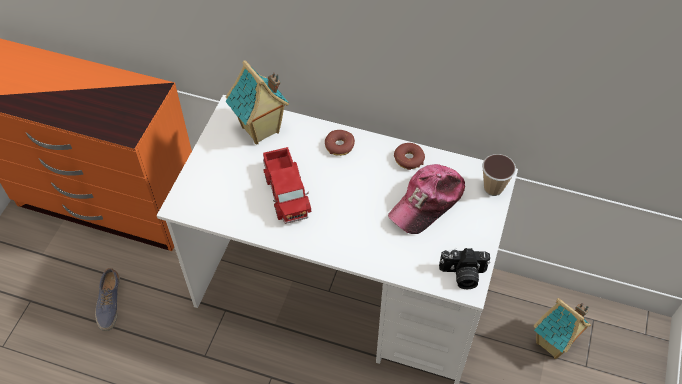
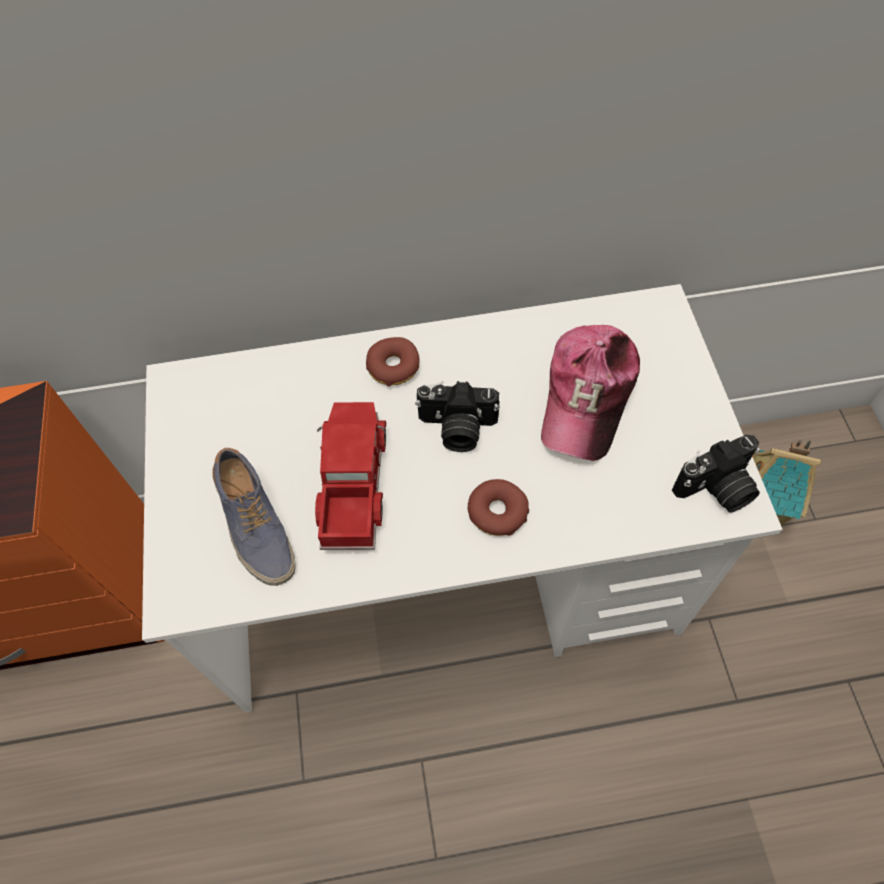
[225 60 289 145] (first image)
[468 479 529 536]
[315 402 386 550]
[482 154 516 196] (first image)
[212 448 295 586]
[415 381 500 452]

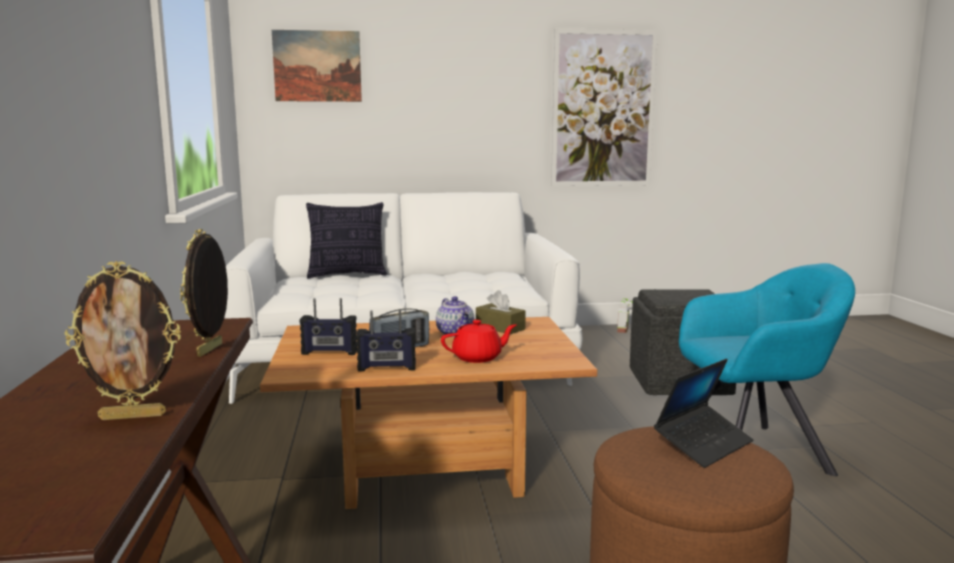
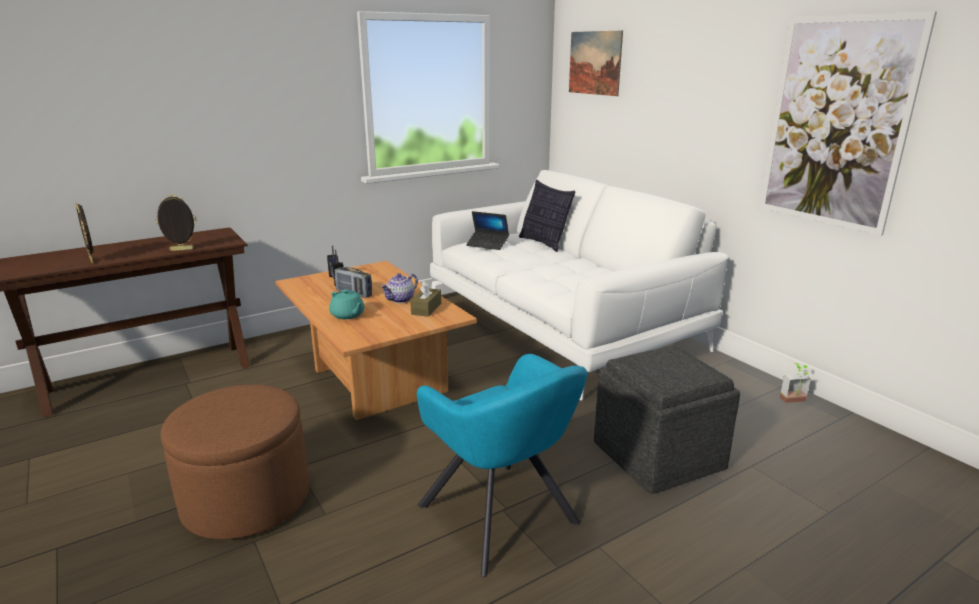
[356 310 416 372] (first image)
[329 289 365 319]
[466 211 509 250]

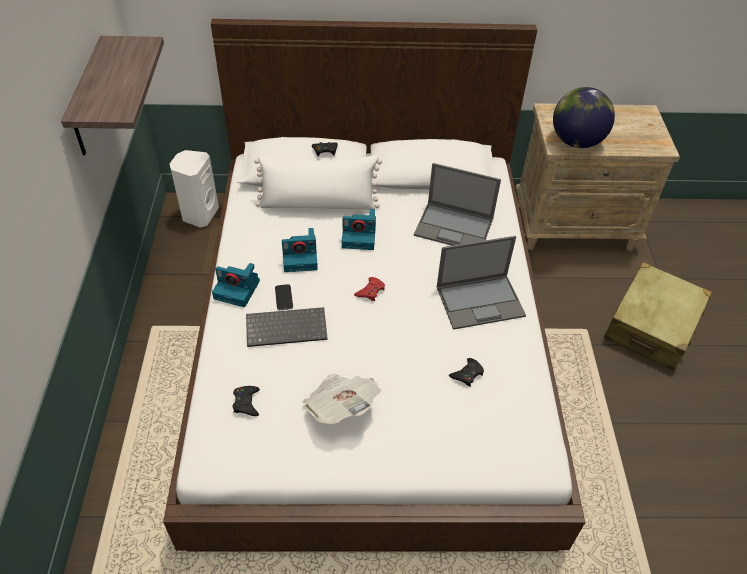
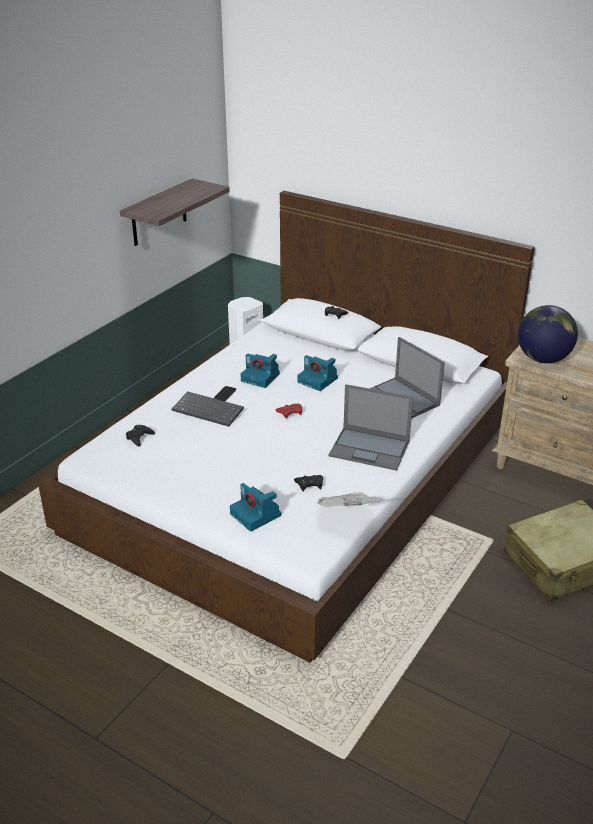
[254 155 382 210] (first image)
[230 483 281 532]
[317 492 384 508]

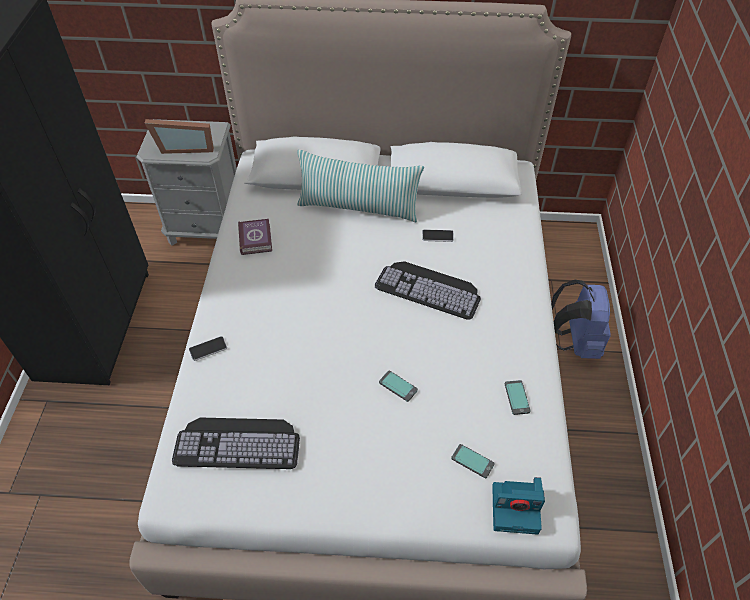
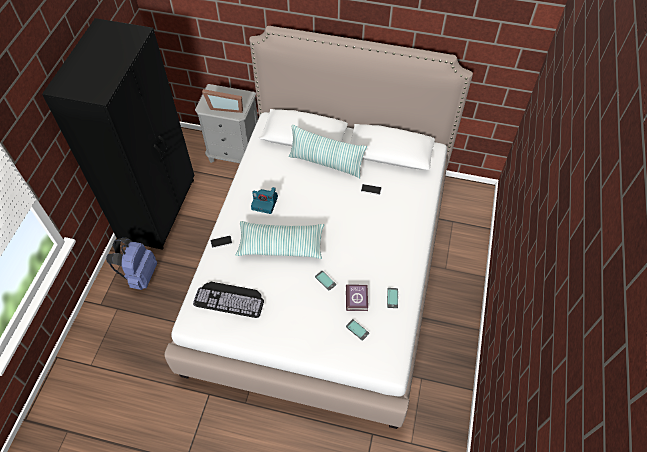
[346 284 368 311]
[375 261 481 320] (first image)
[106 238 157 290]
[251 187 278 214]
[235 221 324 259]

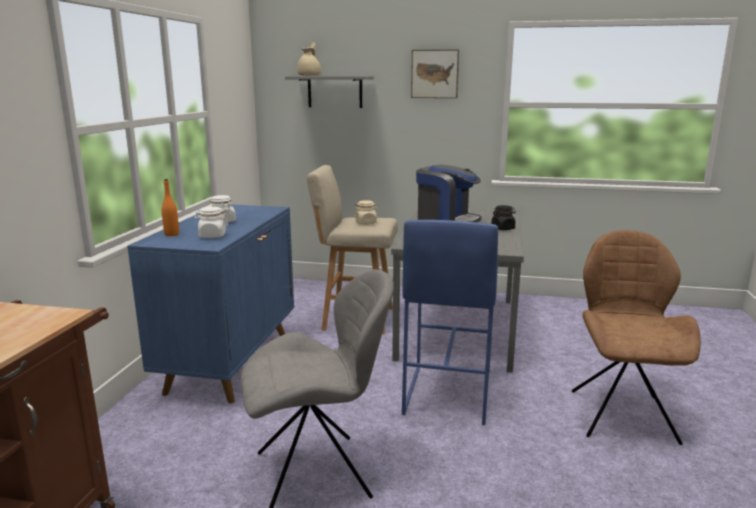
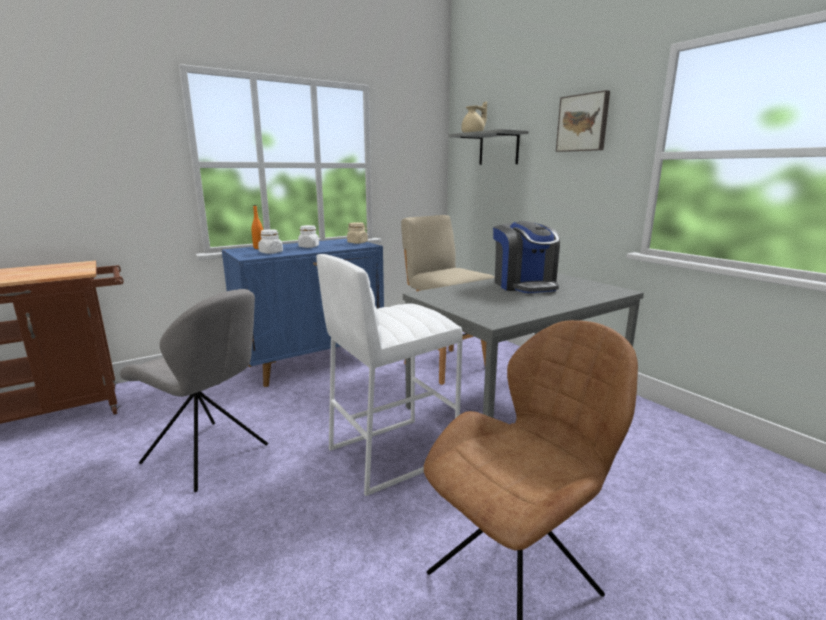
[347 222 368 244]
[491 205 516 230] (first image)
[316 254 463 496]

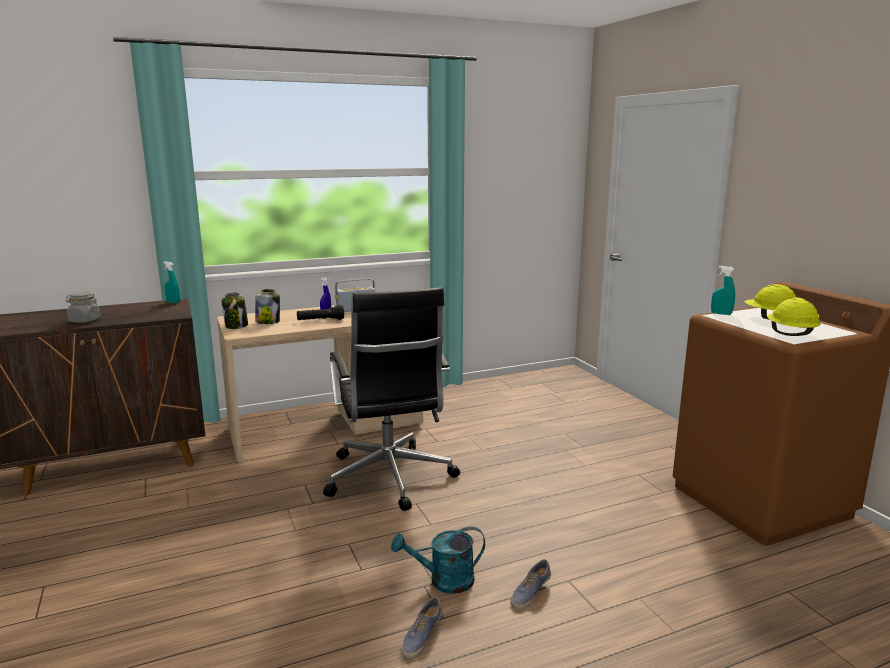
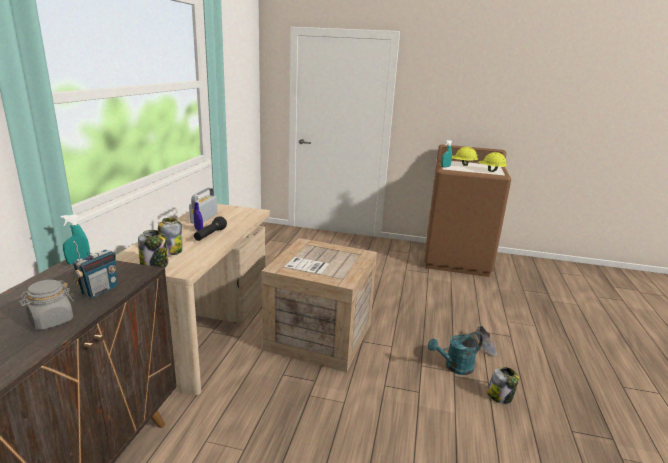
[262 238 377 372]
[428 332 483 375]
[487 367 519 404]
[72 241 117 298]

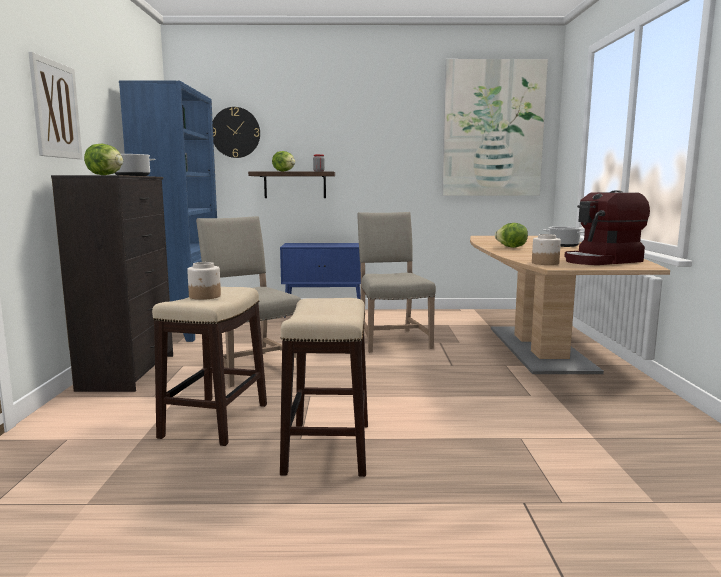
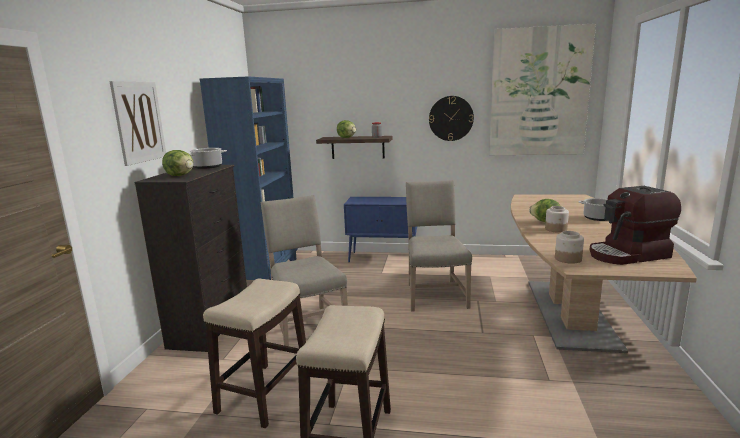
[429 96 474 141]
[545 206 569 233]

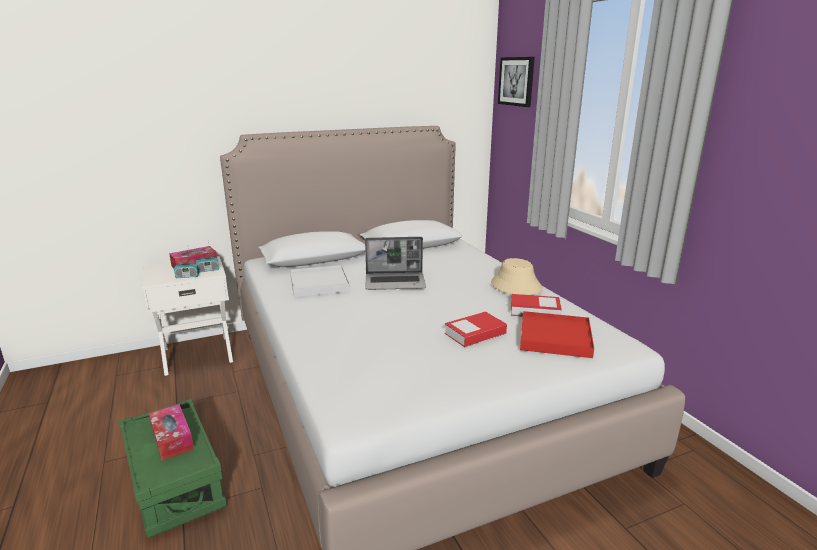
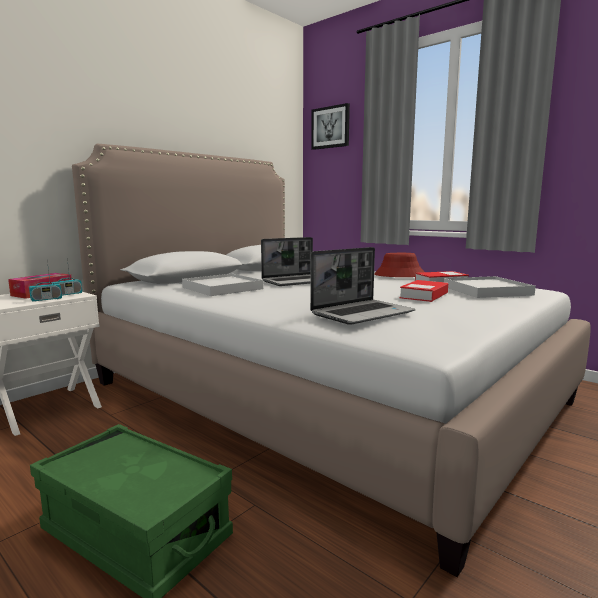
[374 253 424 277]
[444 276 536 298]
[149 404 194 461] (first image)
[310 247 415 325]

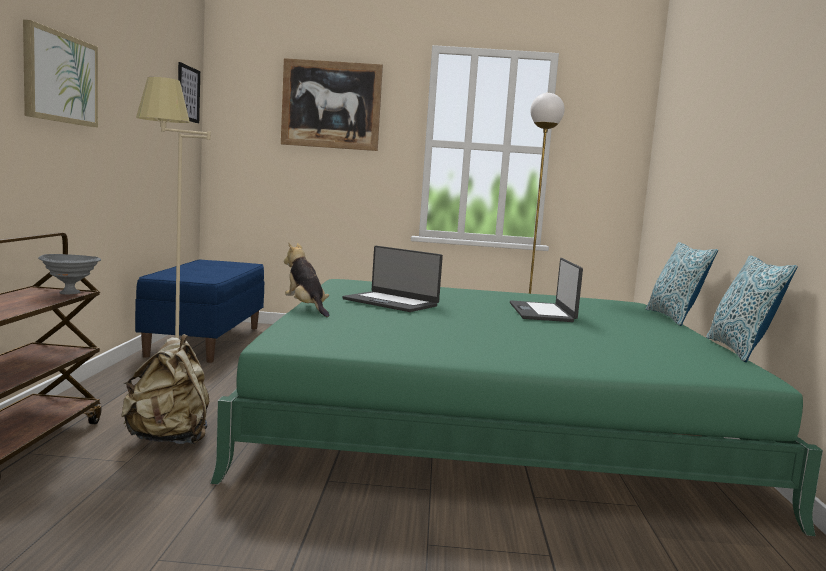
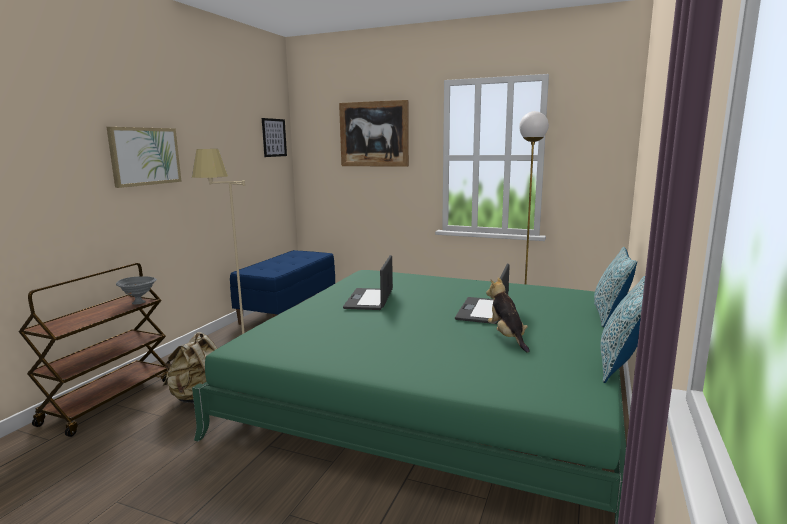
[486 277 530 353]
[343 255 393 310]

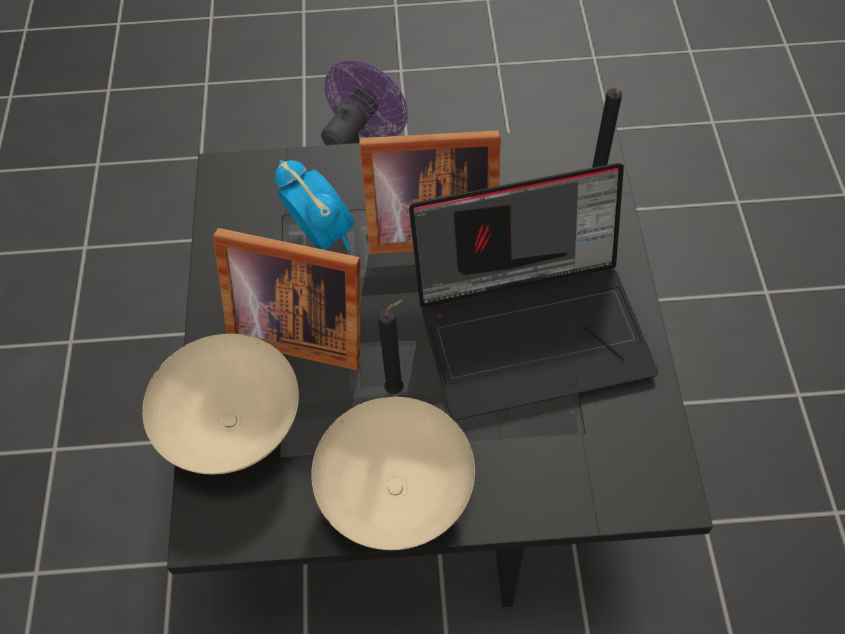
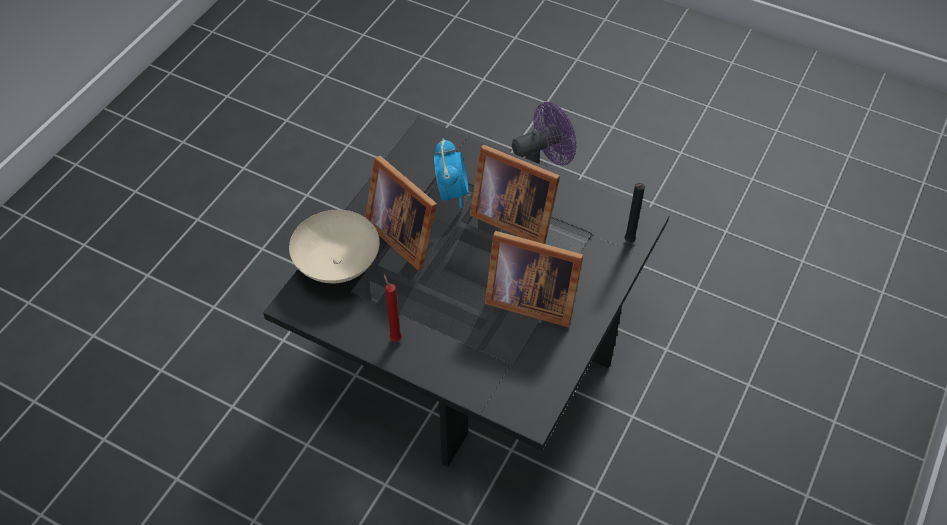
[485 231 583 328]
[378 300 404 394] (first image)
[383 274 402 342]

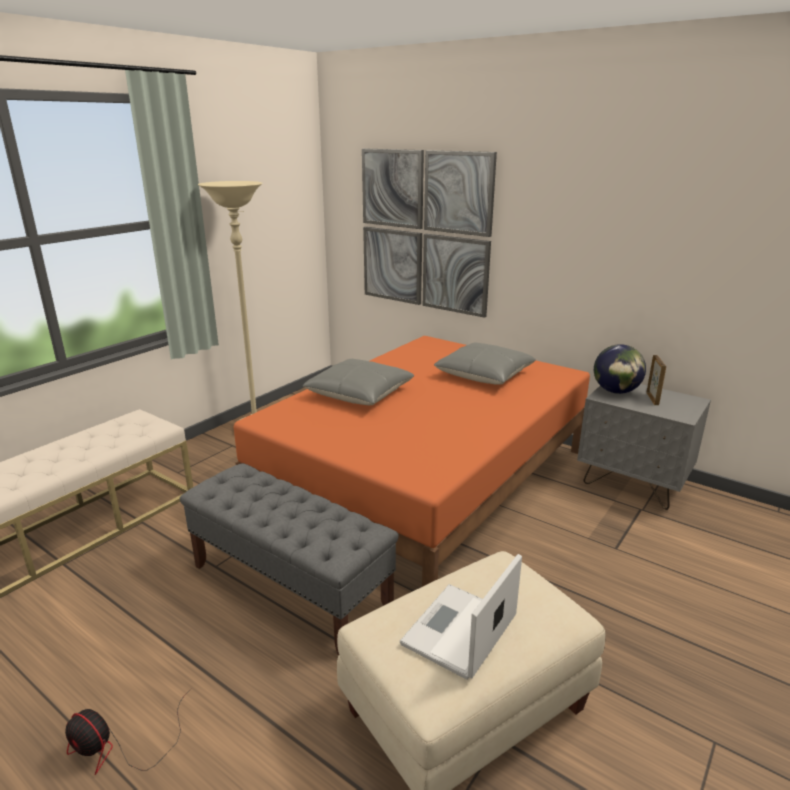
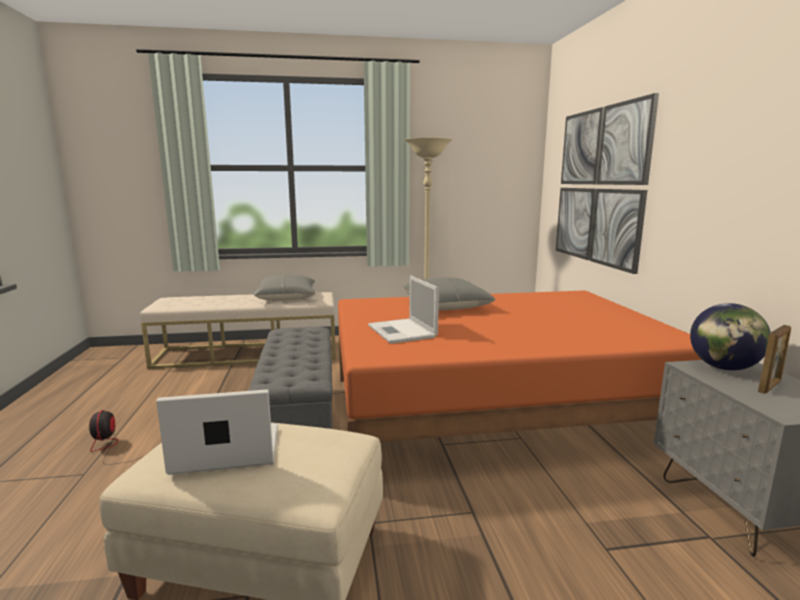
[254 275 315 301]
[368 275 439 344]

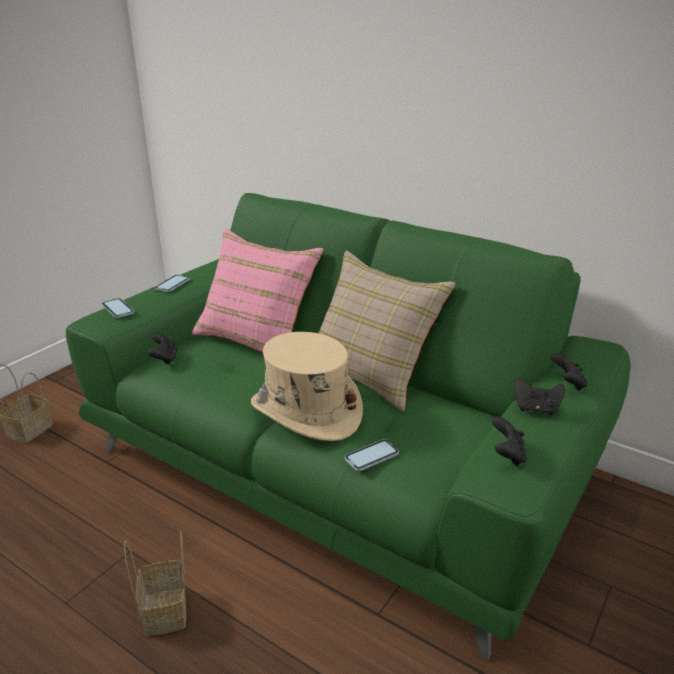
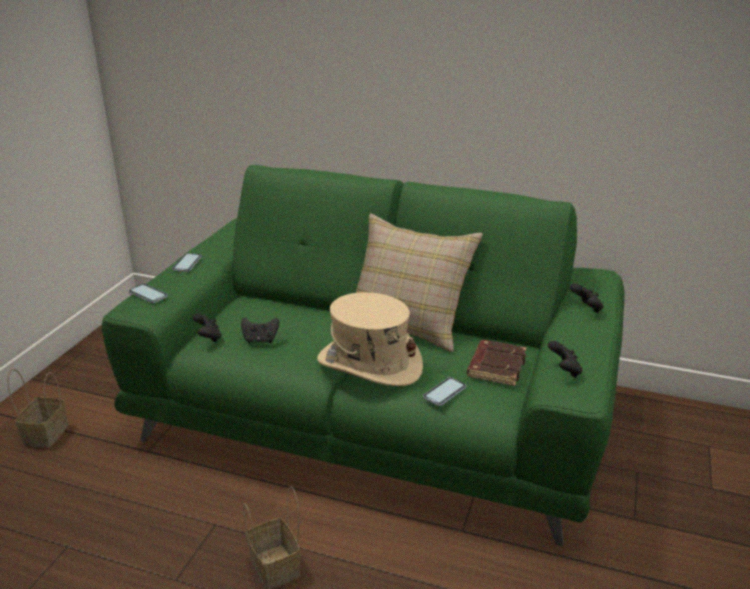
[192 228 324 352] (first image)
[241 318 279 343]
[467 340 527 386]

